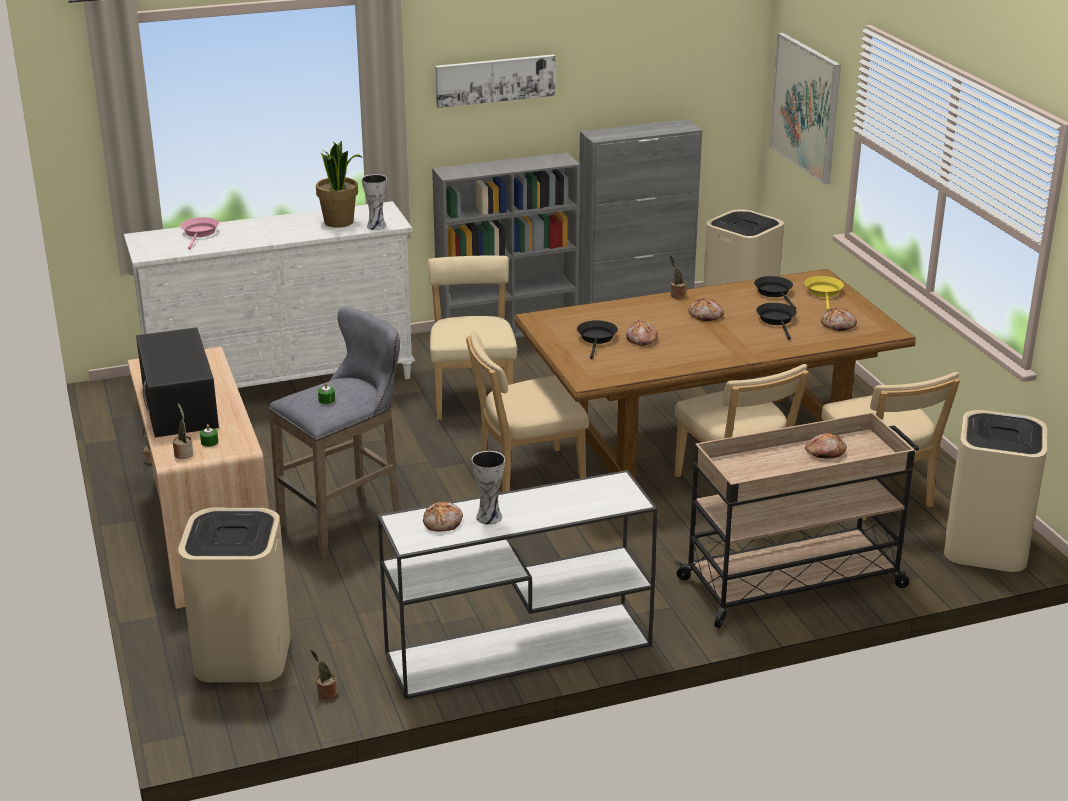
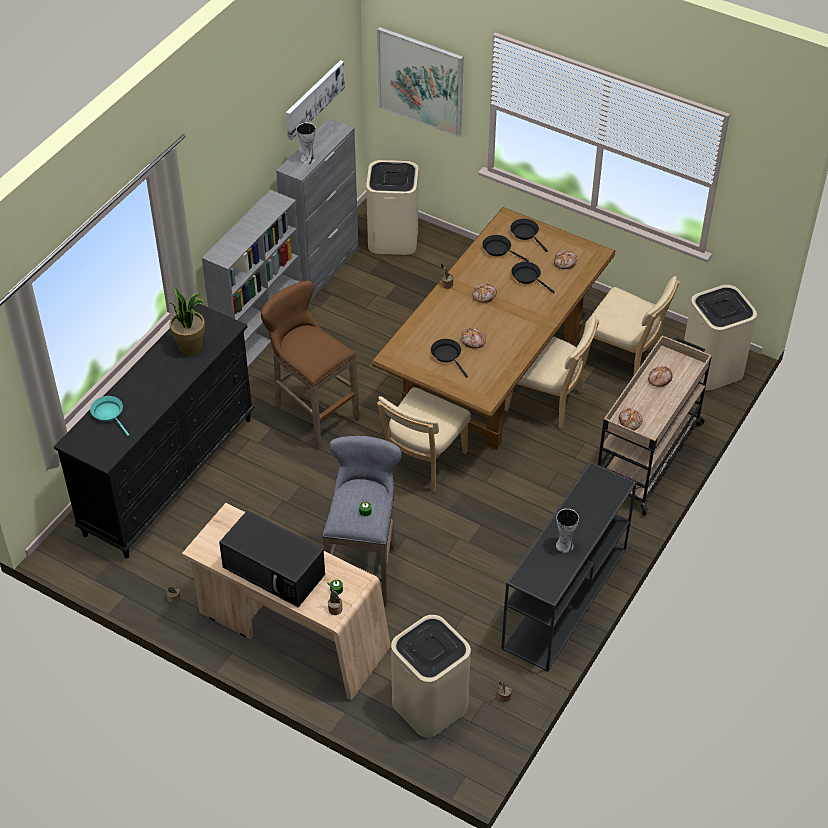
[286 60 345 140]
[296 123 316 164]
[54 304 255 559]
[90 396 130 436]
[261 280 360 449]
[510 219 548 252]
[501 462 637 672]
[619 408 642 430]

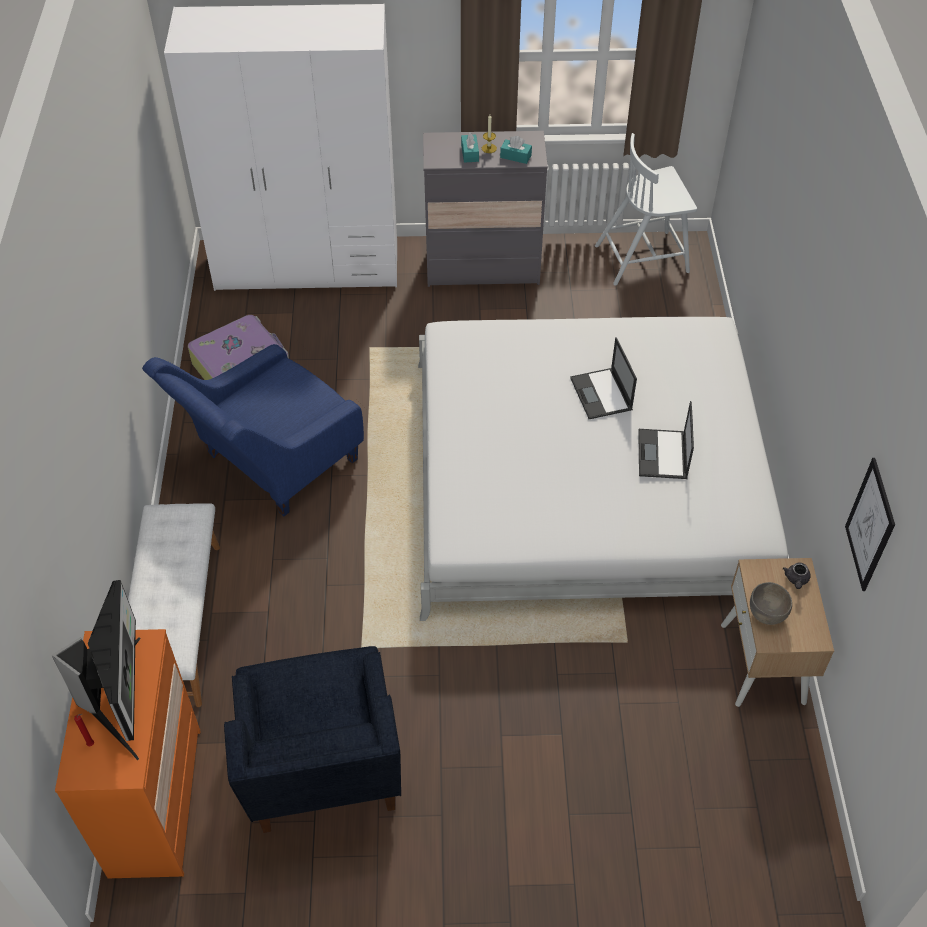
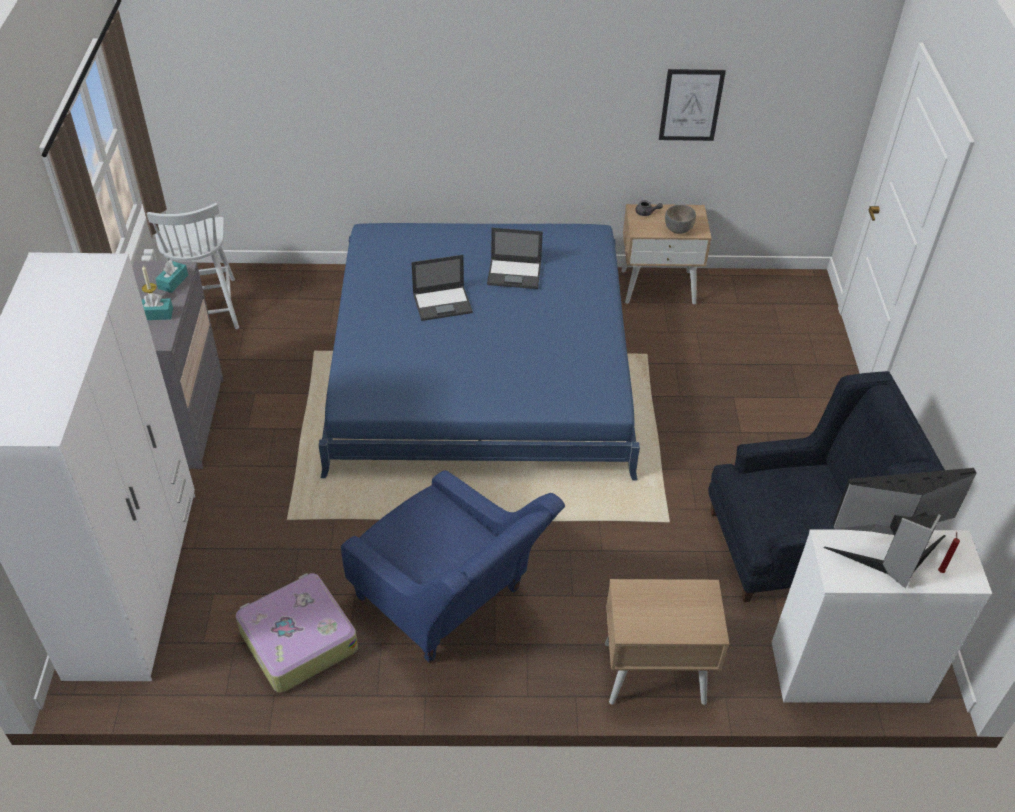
[318 223 640 481]
[605 579 729 705]
[772 529 992 703]

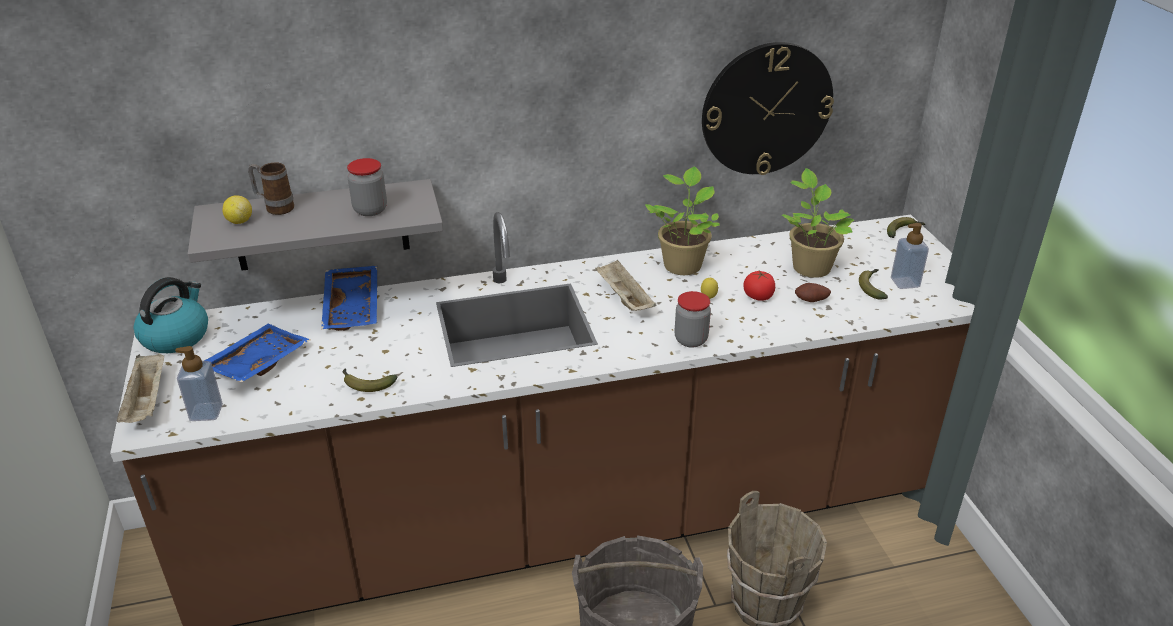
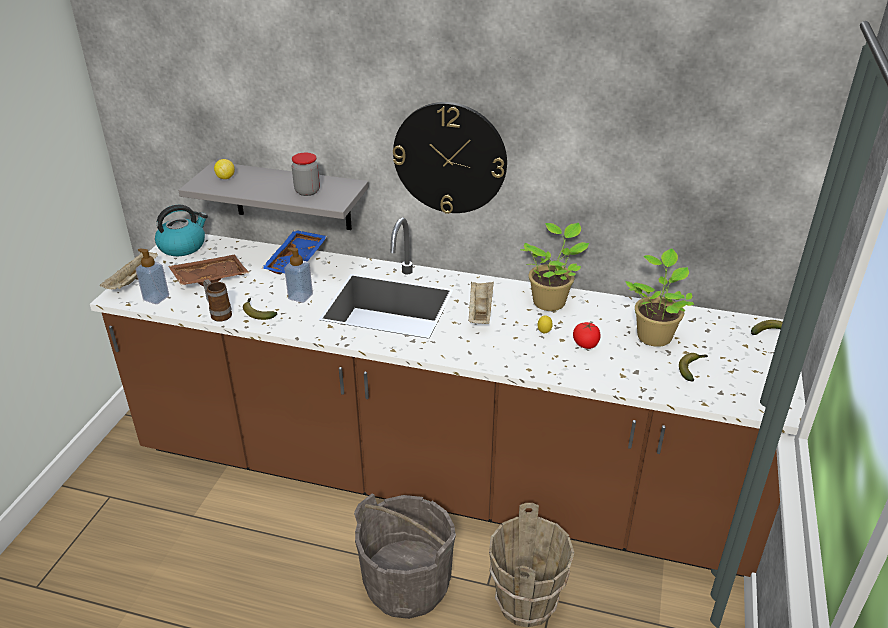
[393 102 507 214]
[203 279 232 322]
[284 247 313 303]
[795 283 831 302] (first image)
[675 291 711 348] (first image)
[168 254 249 286]

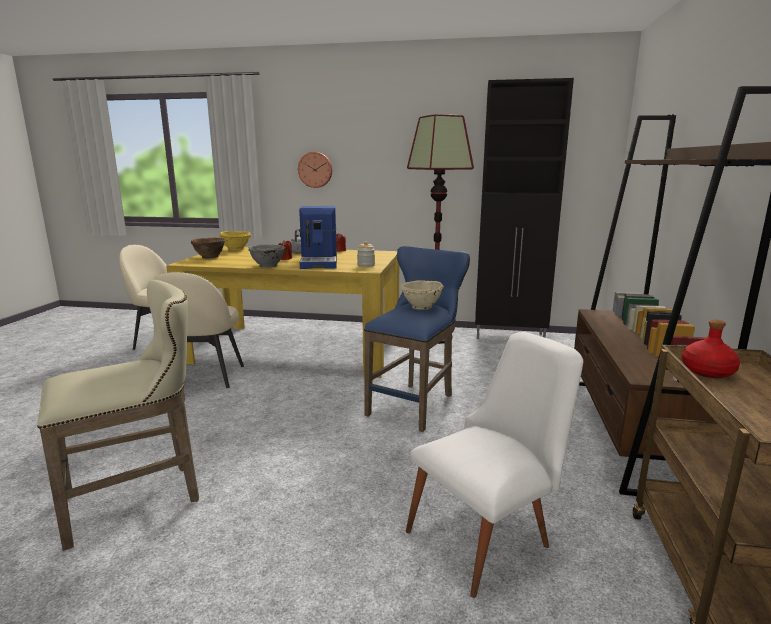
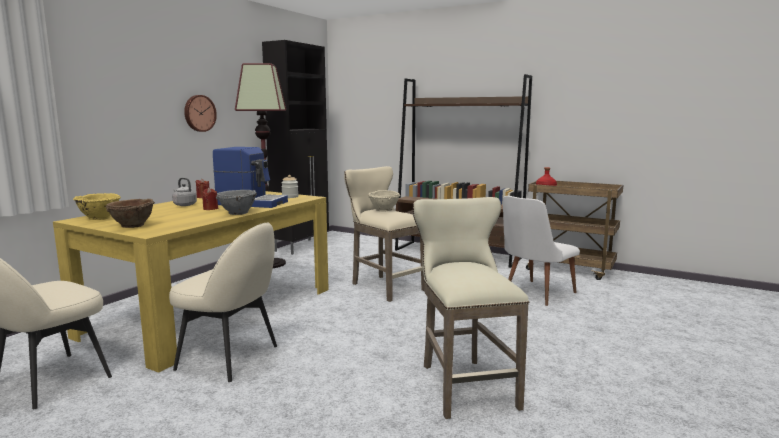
[184 95 217 132]
[344 166 424 302]
[503 196 580 306]

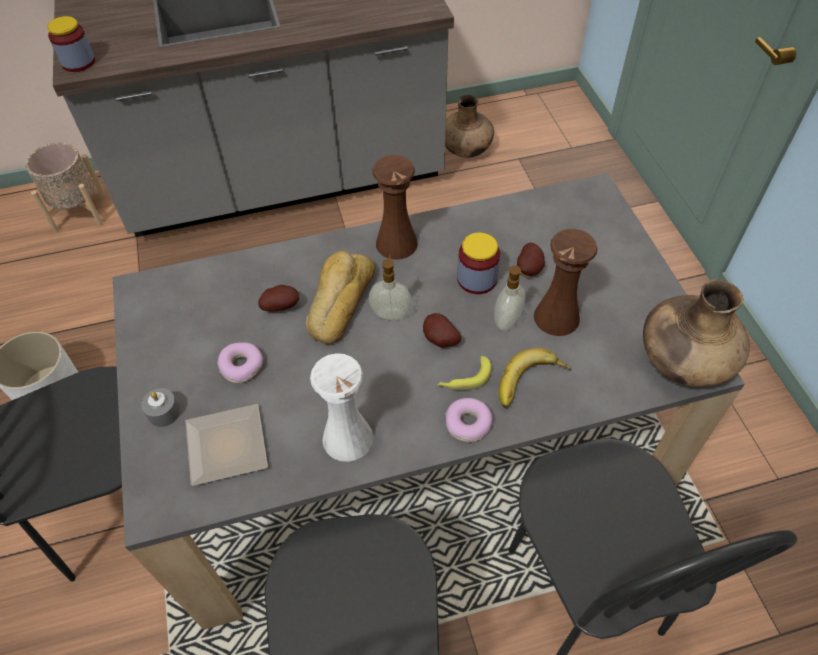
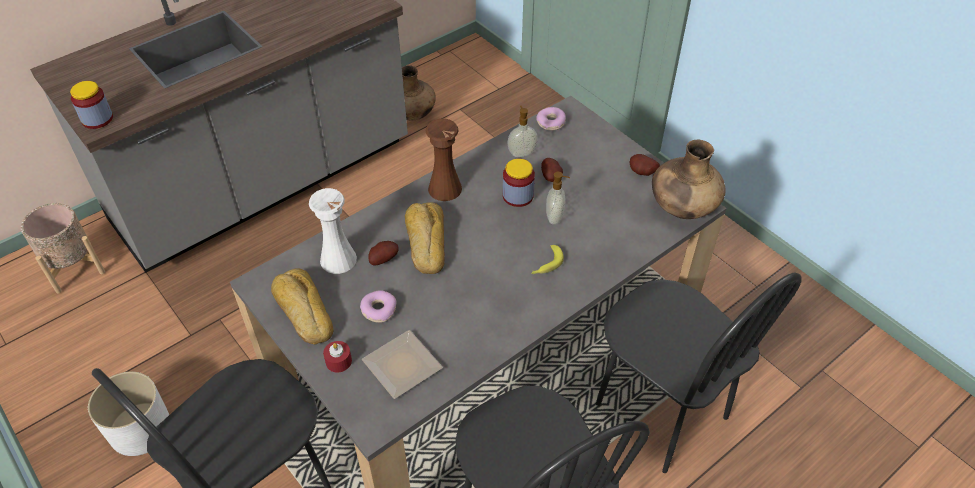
[534 229 597 336] (first image)
[507 106 538 157]
[629 154 660 176]
[498 348 571 408] (first image)
[309 188 357 274]
[323 341 352 372]
[537 107 566 131]
[271 268 333 344]

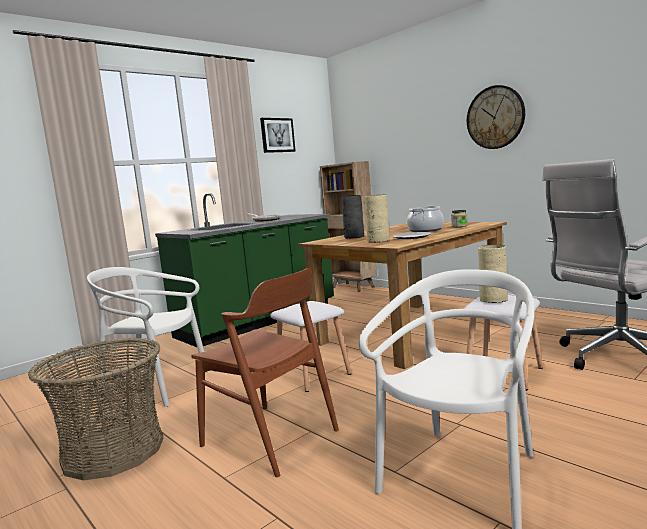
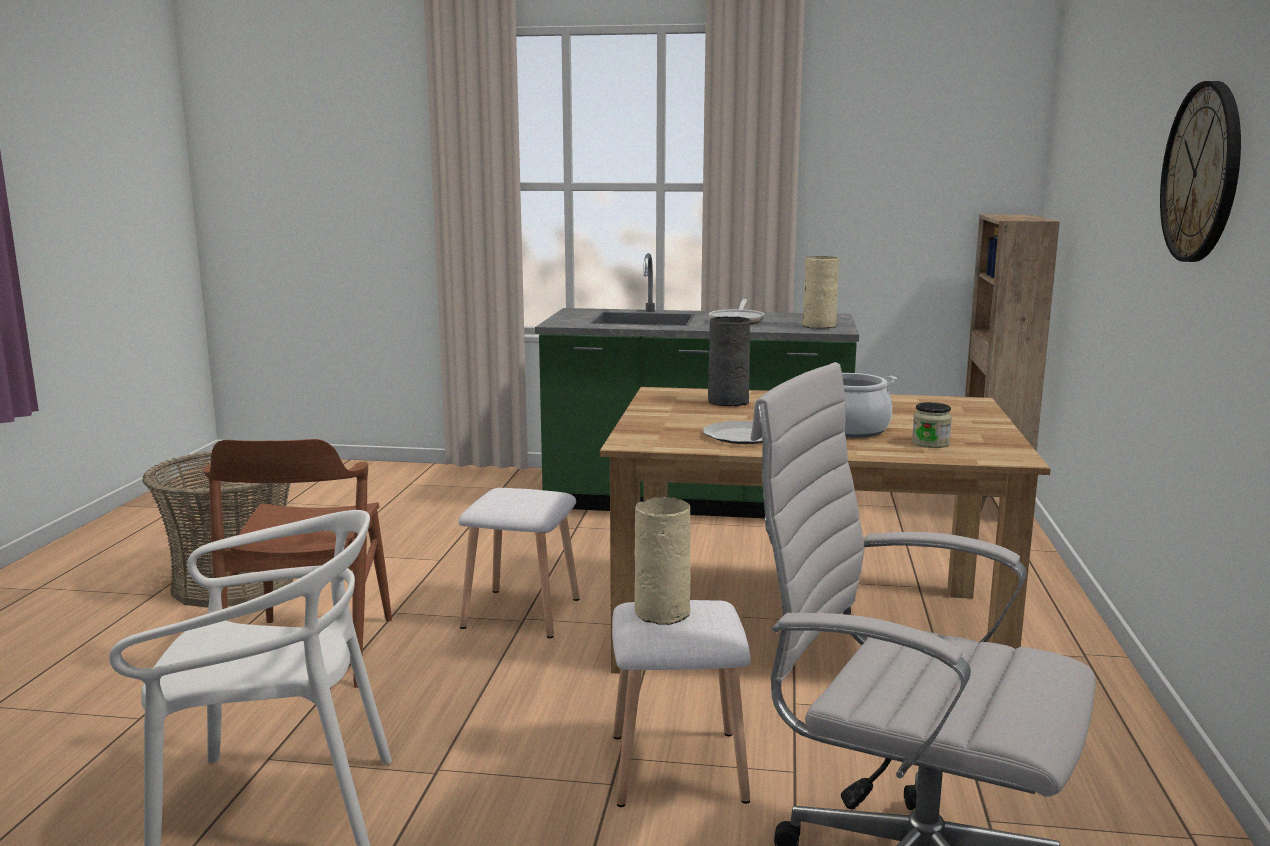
[260 118 296 153] (first image)
[803 256 839 329]
[87 267 209 407] (first image)

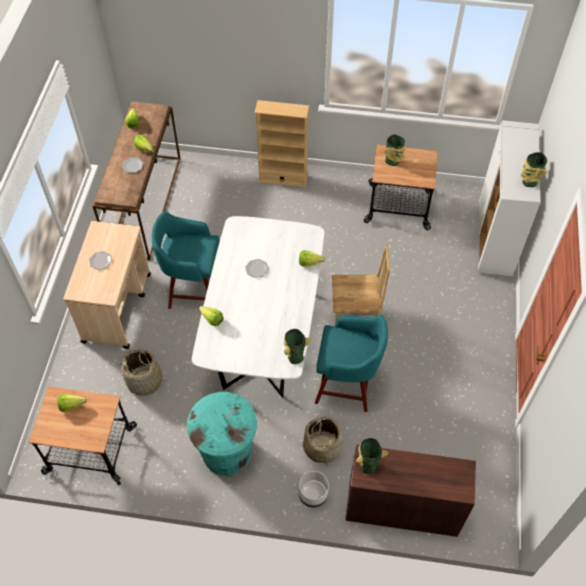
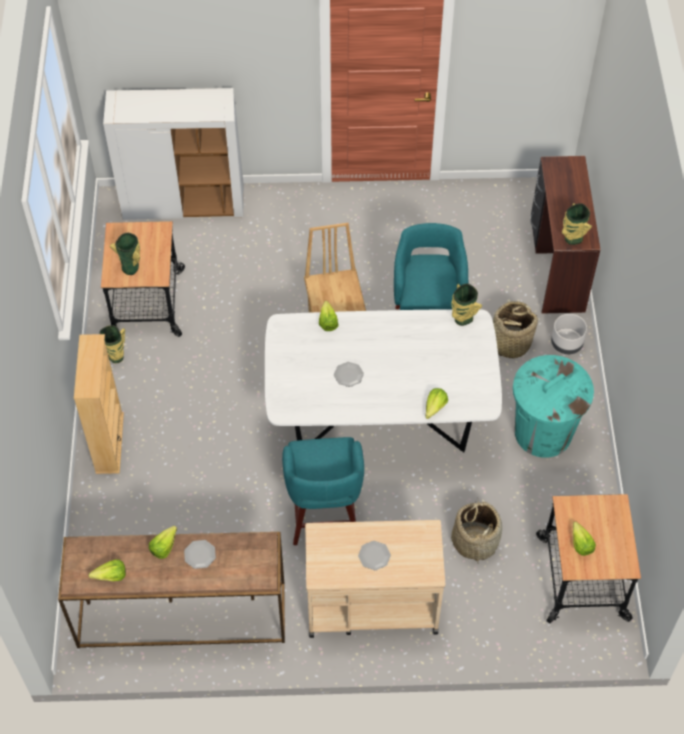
[100 325 125 363]

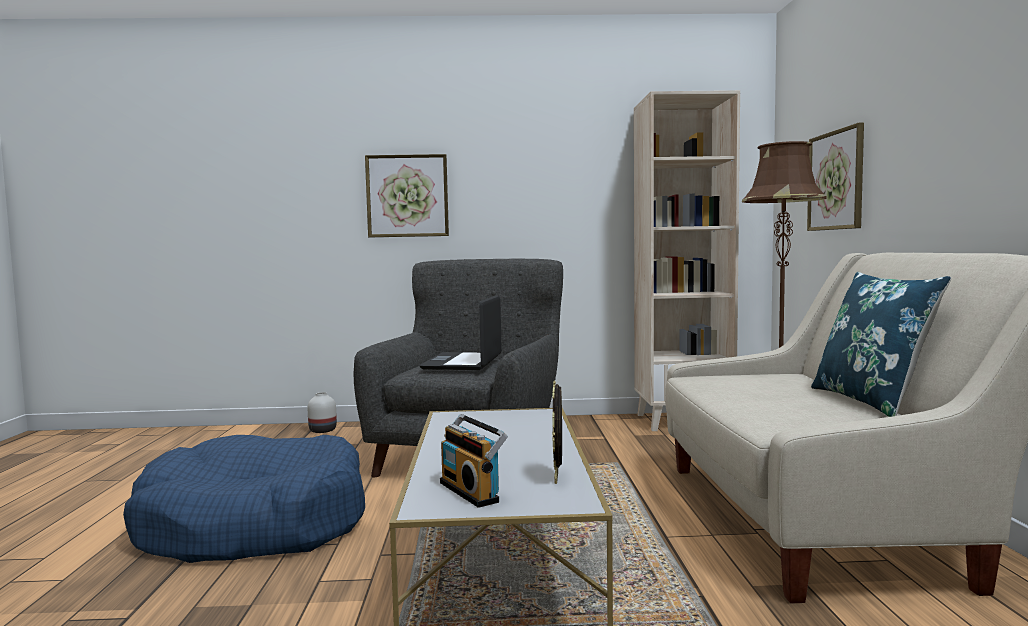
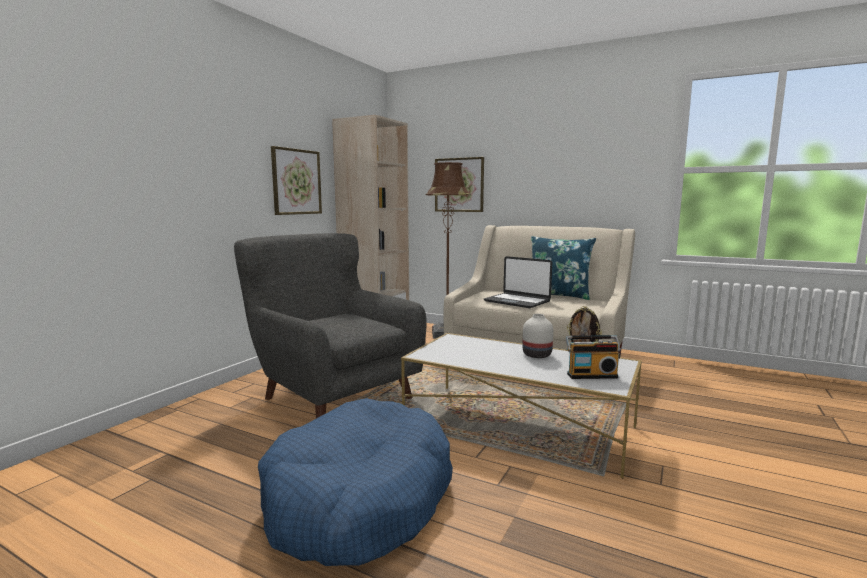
[271 146 322 215]
[484 256 552 308]
[522 314 553 358]

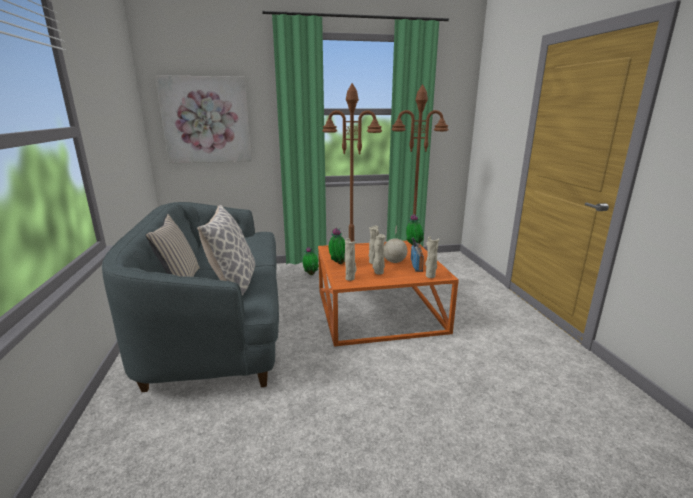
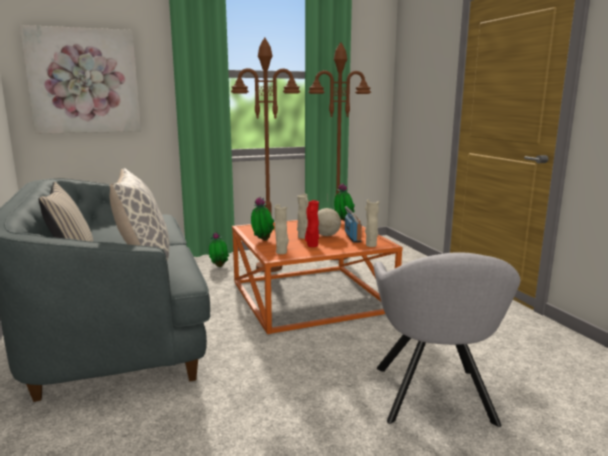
[305 200 319 247]
[374 252 521 427]

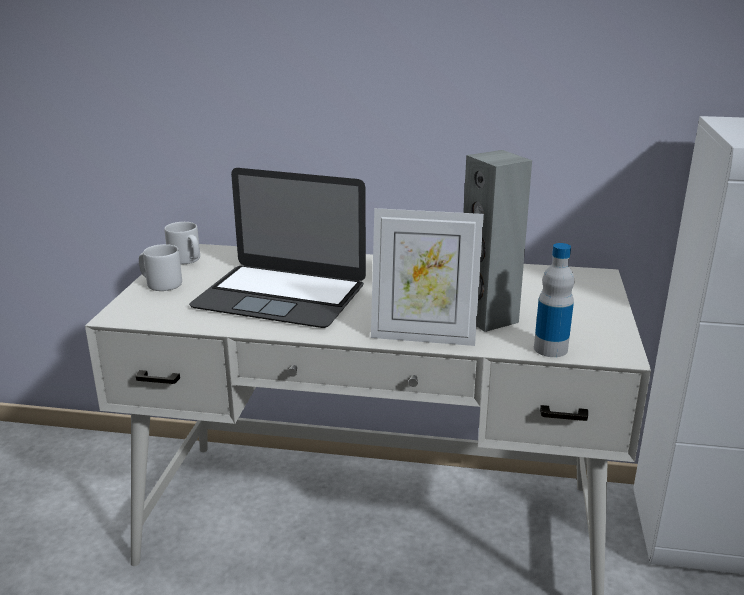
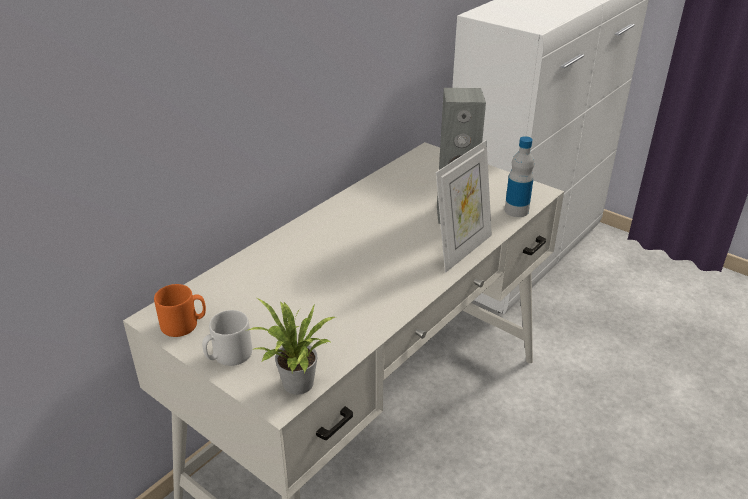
[189 168 366 328] (first image)
[154 284 206 337]
[248 298 335 395]

